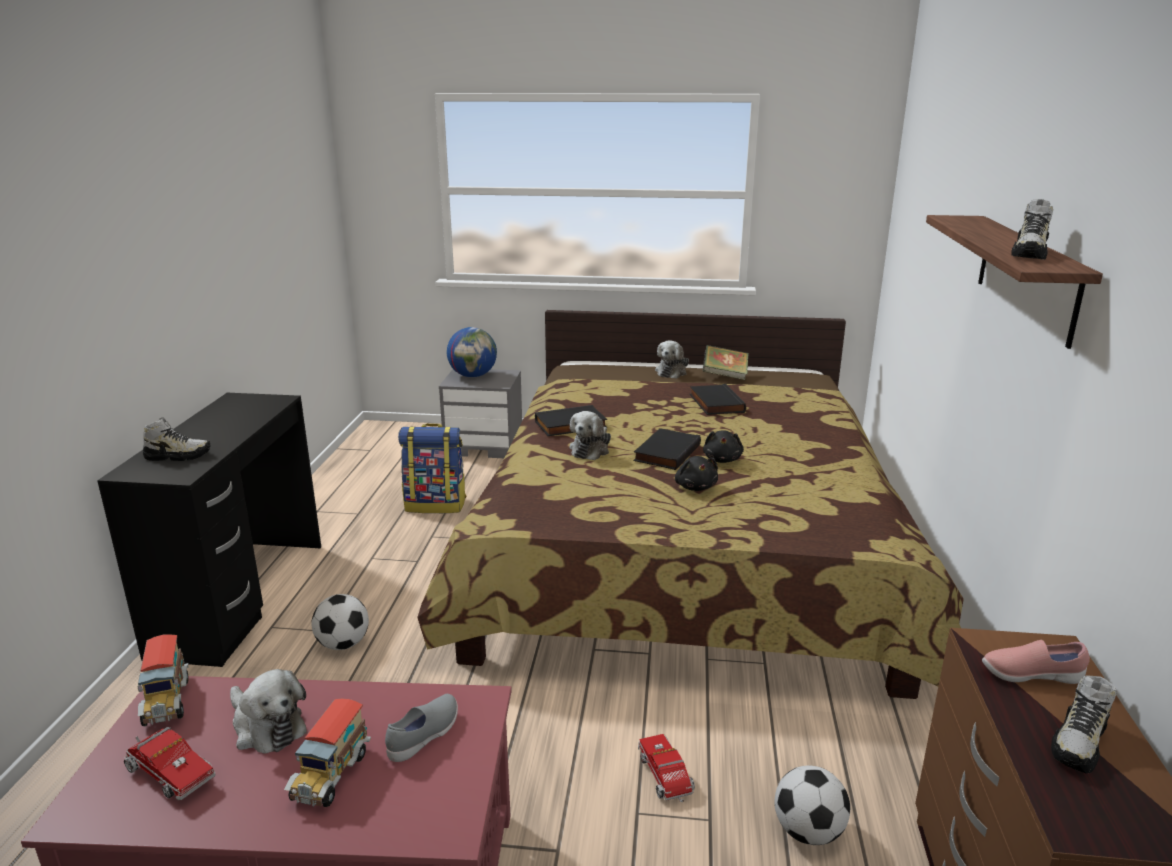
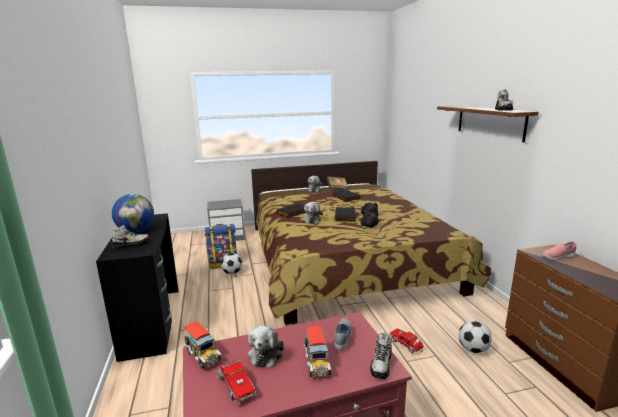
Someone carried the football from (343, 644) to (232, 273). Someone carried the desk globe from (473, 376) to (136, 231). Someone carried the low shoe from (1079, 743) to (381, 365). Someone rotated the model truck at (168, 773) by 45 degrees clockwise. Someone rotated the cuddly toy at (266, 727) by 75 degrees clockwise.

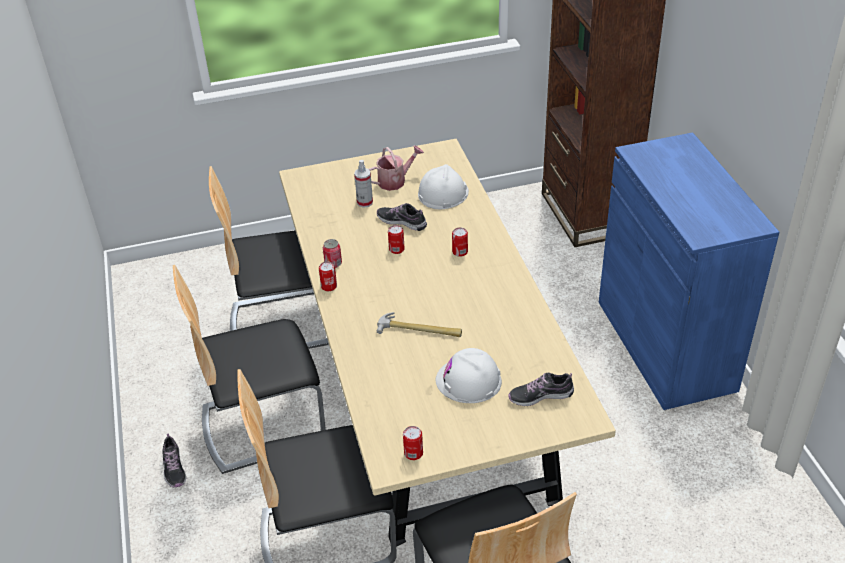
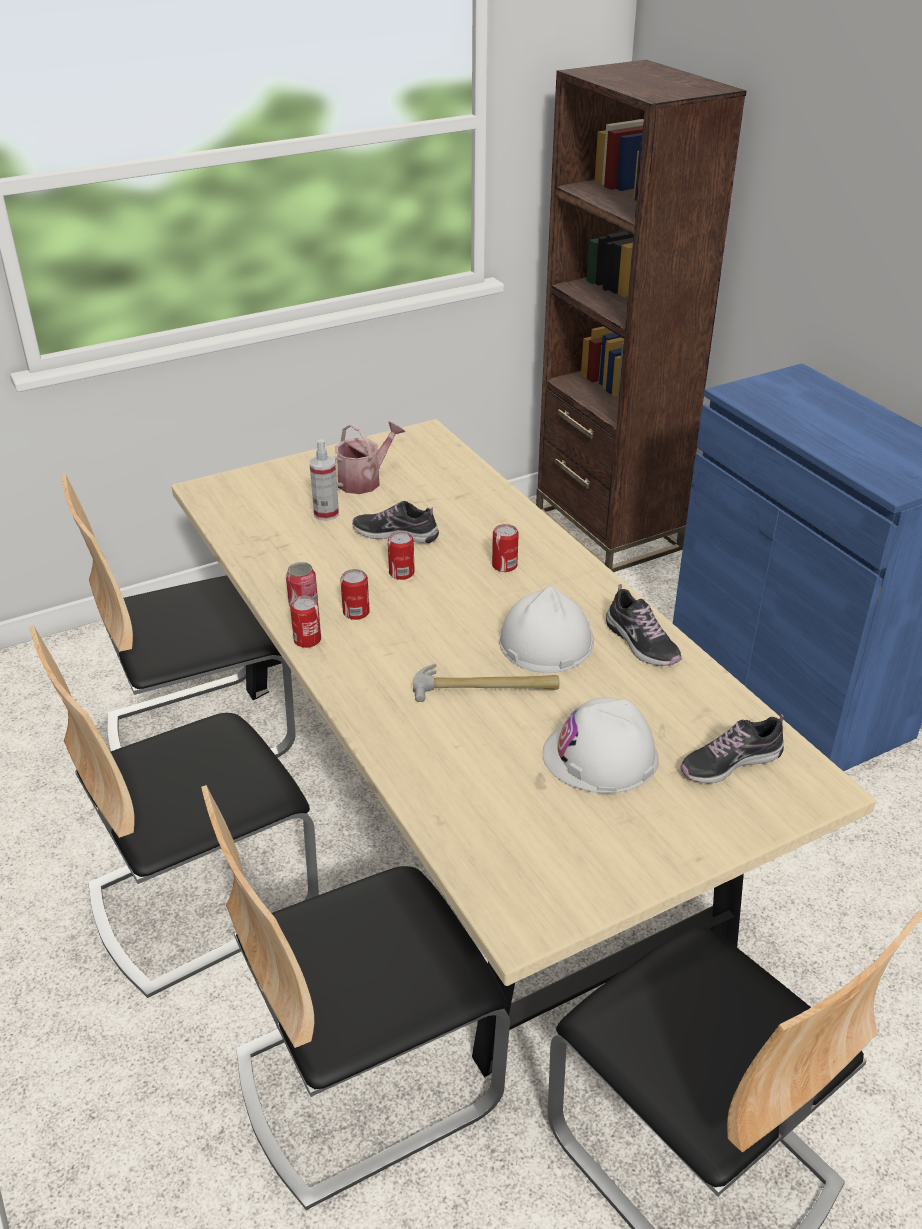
Someone carried the low shoe from (174, 468) to (641, 643). Someone carried the can from (413, 453) to (356, 612). Someone carried the work helmet (whitish) from (443, 193) to (545, 641).

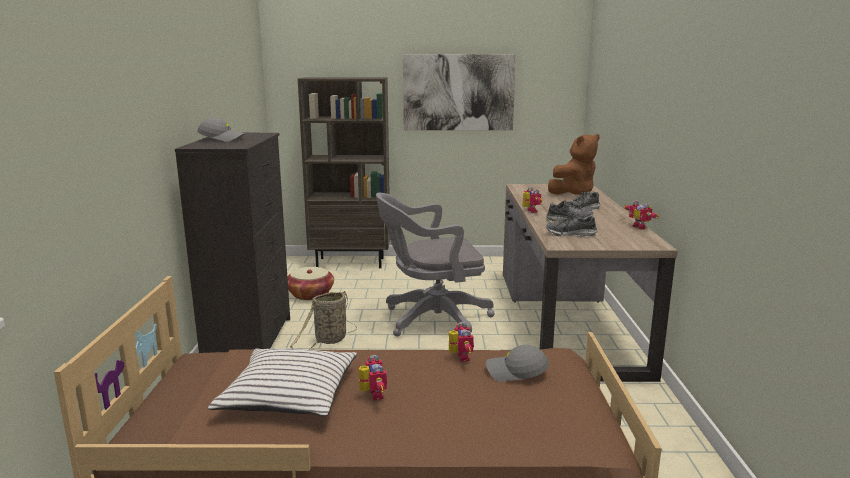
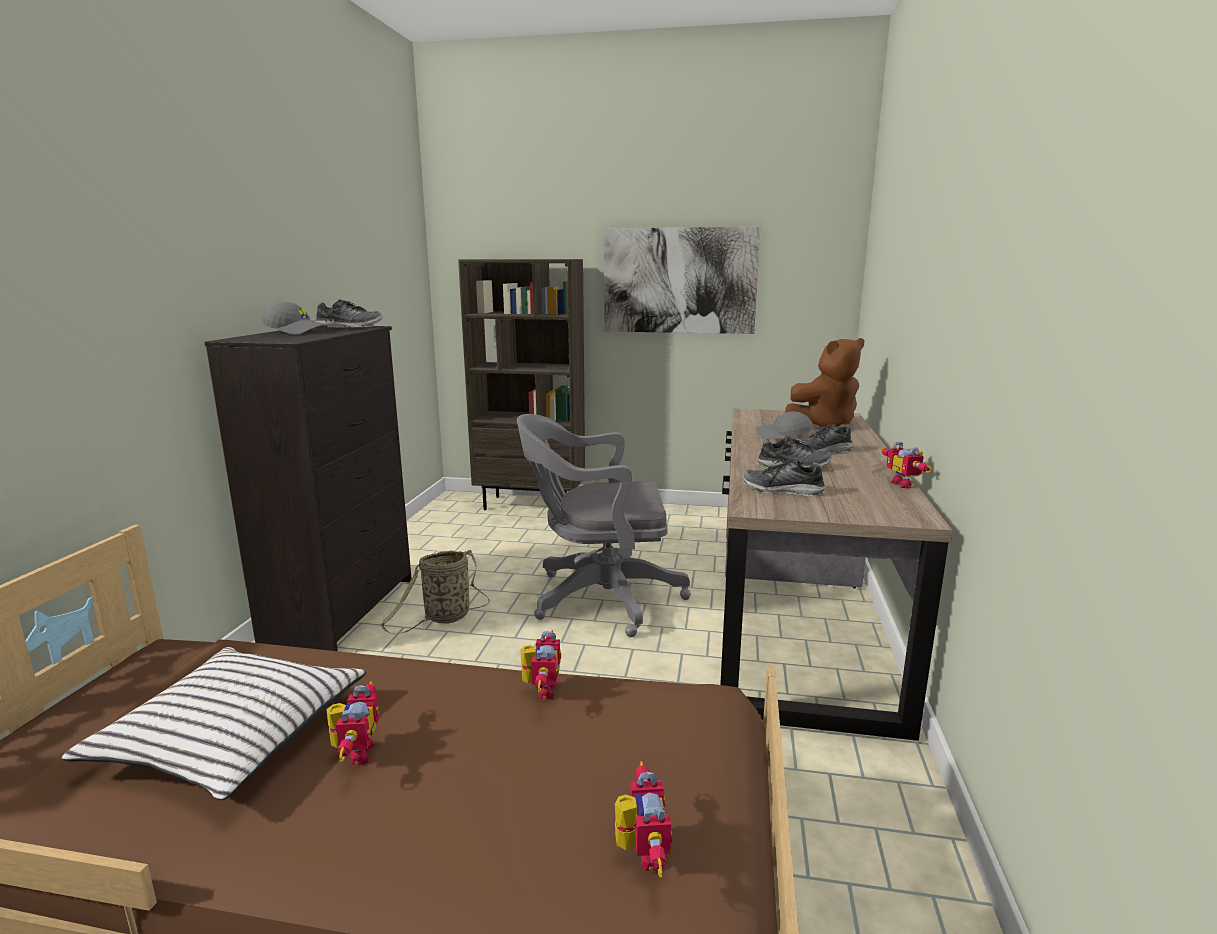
Someone took away the basket at (310, 294). Someone put down the low shoe at (349, 327). Someone carried the baseball cap (gray) from (516, 372) to (783, 436). Someone carried the toy robot from (529, 211) to (640, 854).

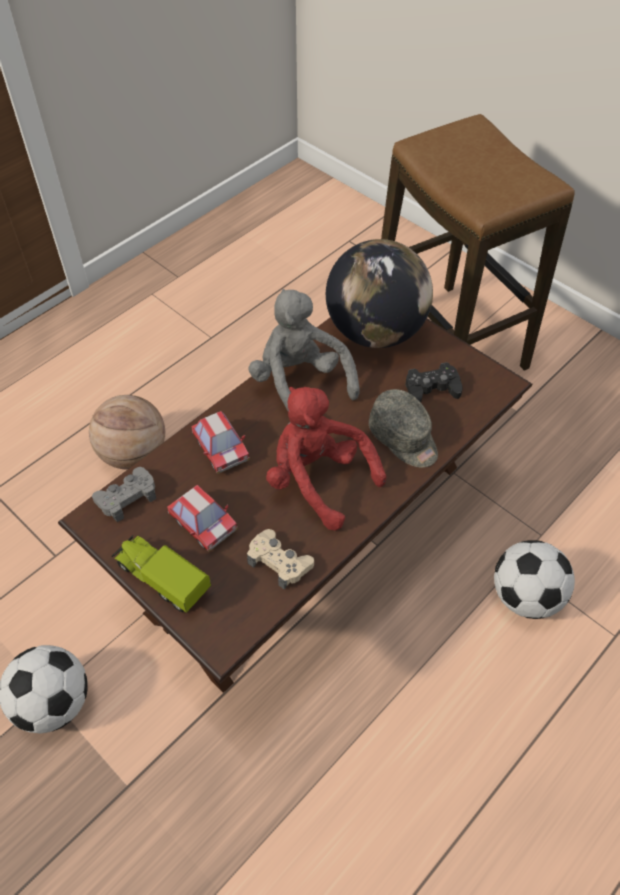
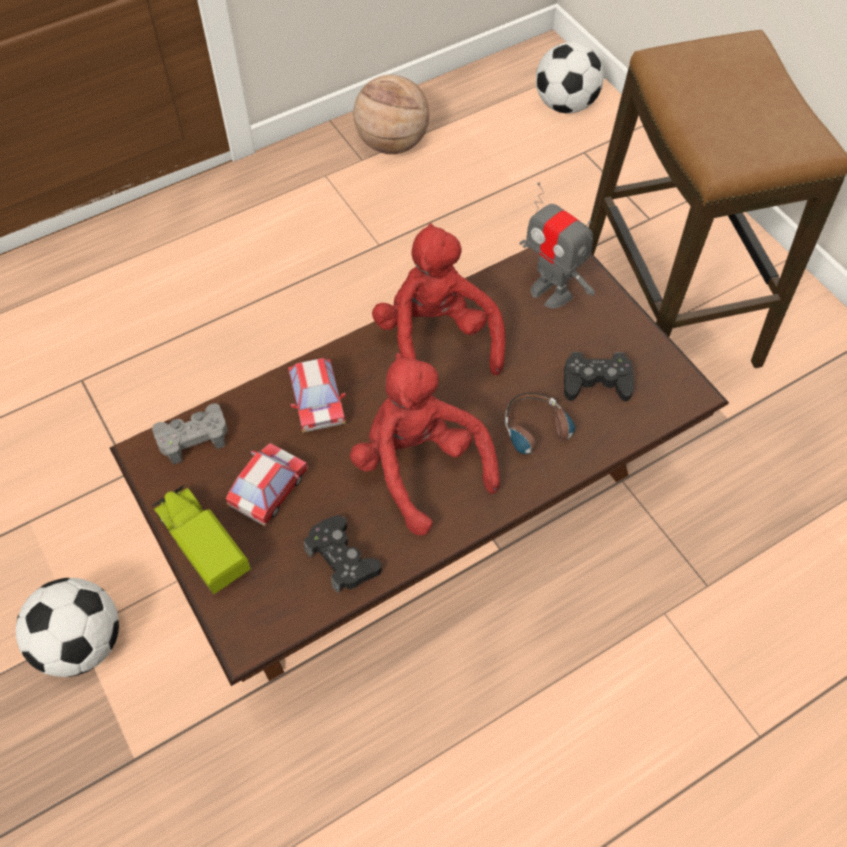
Someone carried the ball for basketball from (134, 454) to (392, 144). Someone carried the football from (525, 597) to (565, 105). Someone swapped the desk globe at (375, 332) for the toy robot at (551, 292). Someone swapped the baseball cap (gray) at (404, 438) for the headset at (540, 438). Someone repainted the joypad (beige-coloured) at (279, 562), which became the joypad (blackish) at (342, 558). Someone repainted the cuddly toy (gray) at (300, 384), which became the cuddly toy (reddish) at (436, 340). Someone rotated the toy car at (203, 524) by 120 degrees counterclockwise.

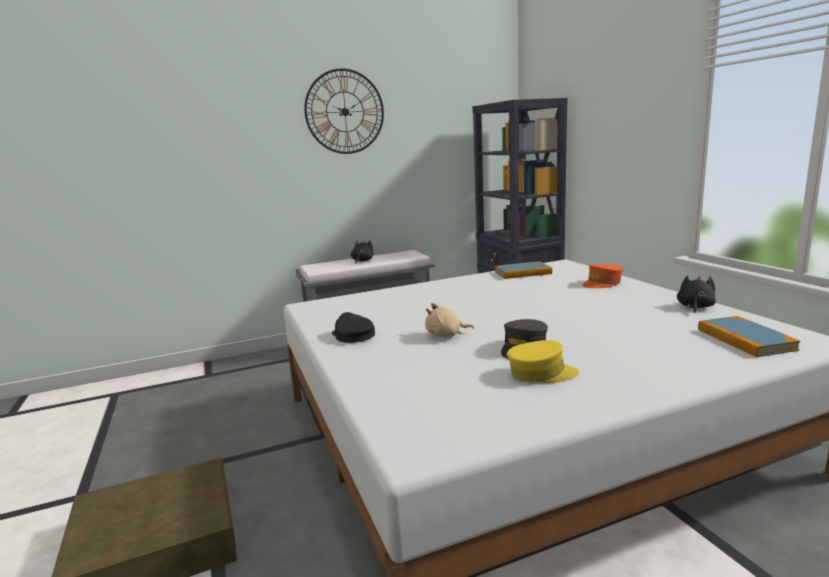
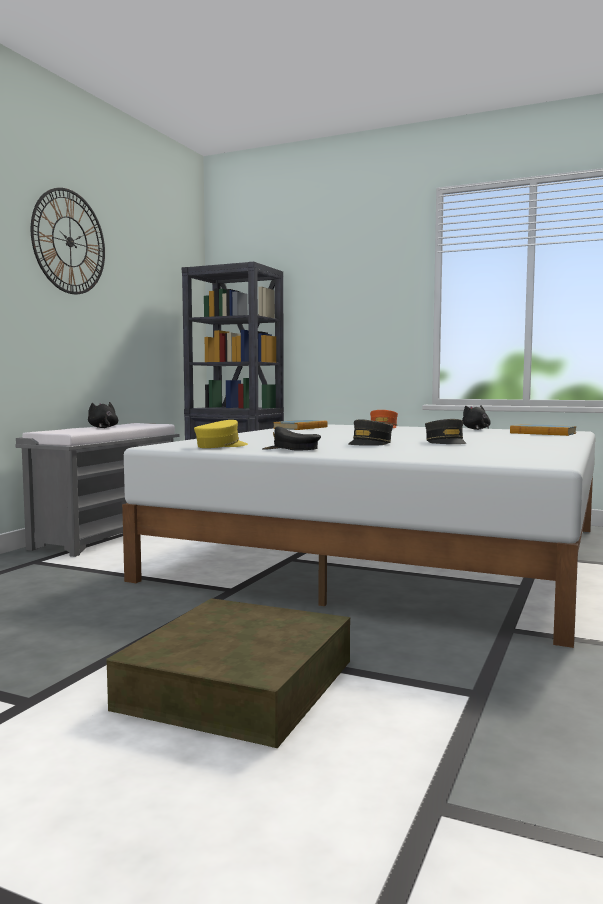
Someone carried the baseball cap (yellow) from (541, 373) to (221, 446). Someone swapped the cuddly toy (beige-coloured) at (446, 335) for the baseball cap (gray) at (370, 444).

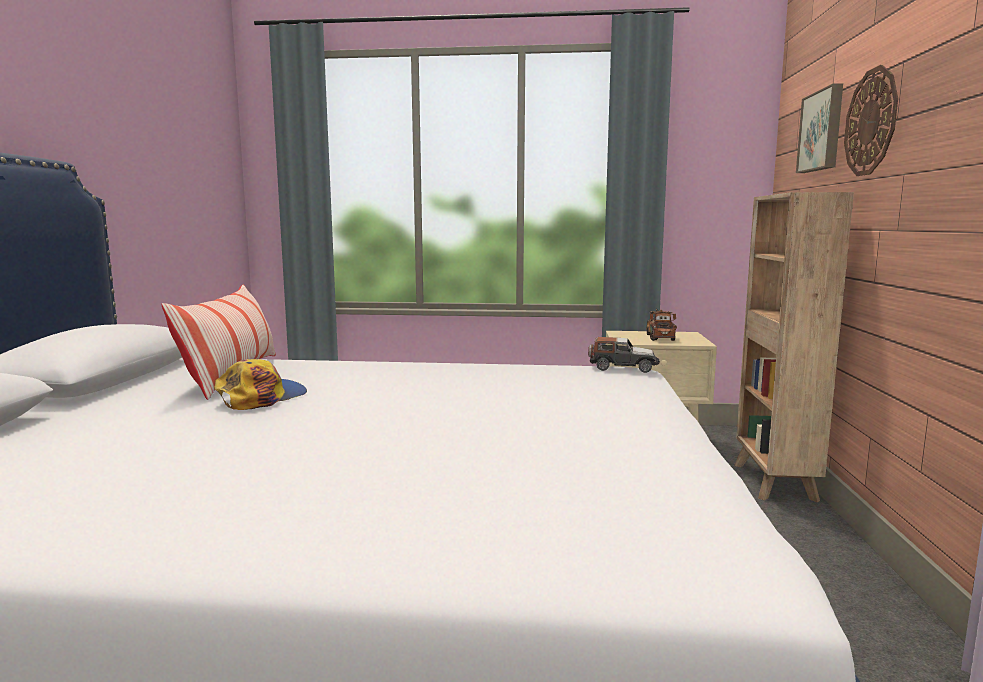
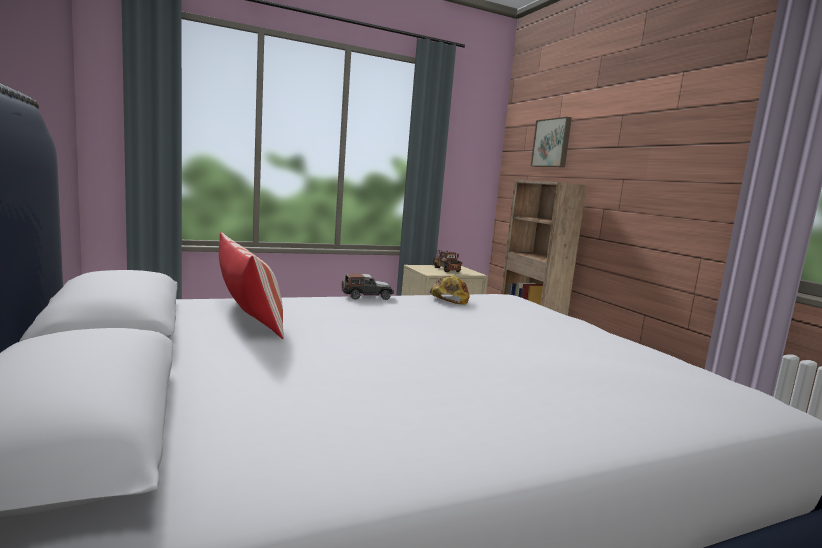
Someone took away the clock on the wall at (871, 122). Someone carried the baseball cap from (261, 397) to (448, 298). Someone carried the toy car from (623, 367) to (367, 296).

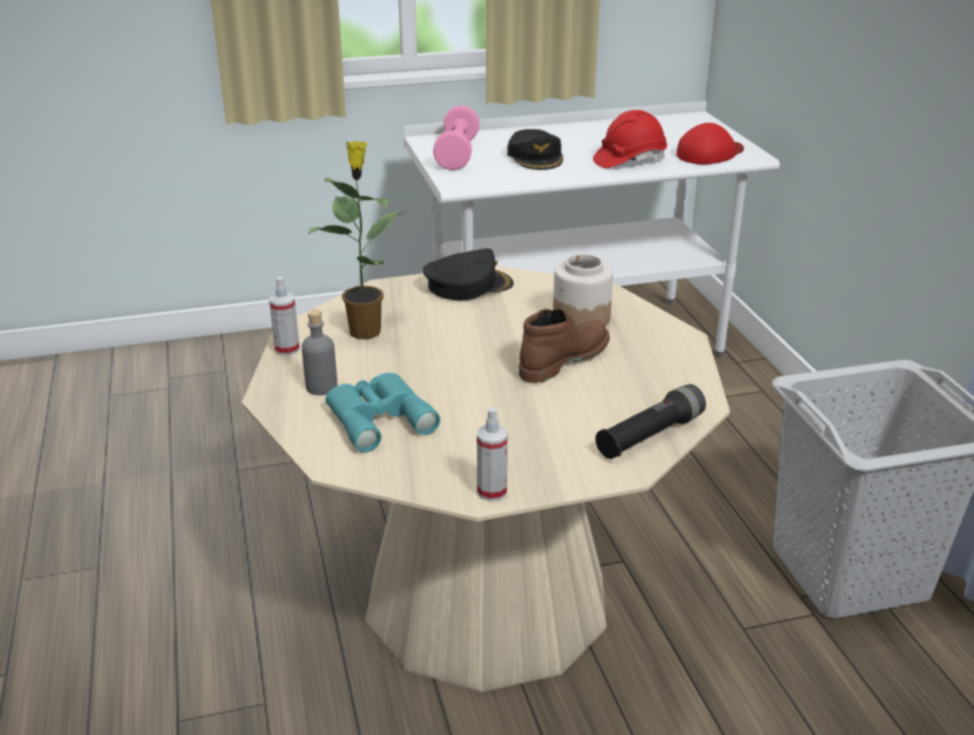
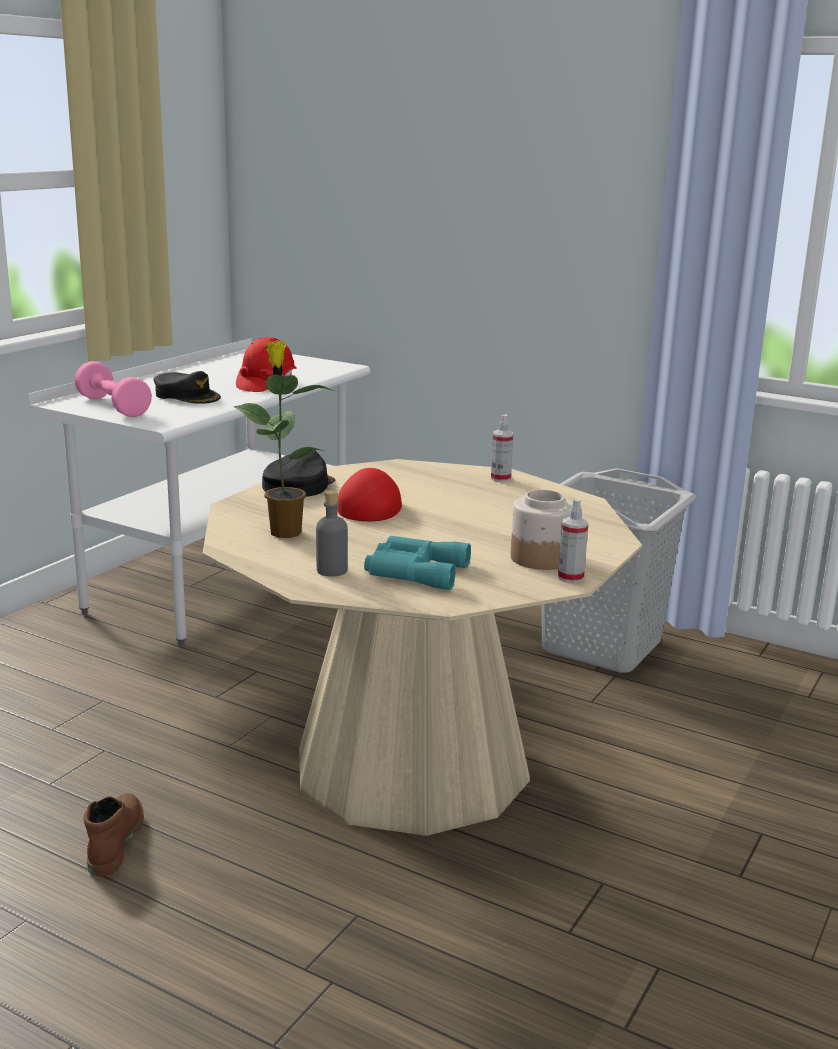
Someone took away the torch (blackish) at (649, 436). Someone carried the hand sprayer from (287, 349) to (500, 478). Someone carried the boot (brownish) from (562, 360) to (113, 842). Someone carried the preserve jar from (580, 318) to (539, 558). Someone carried the baseball cap (reddish) from (710, 154) to (371, 505).

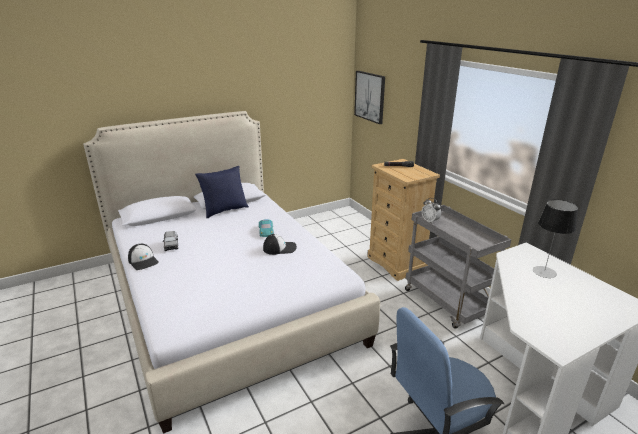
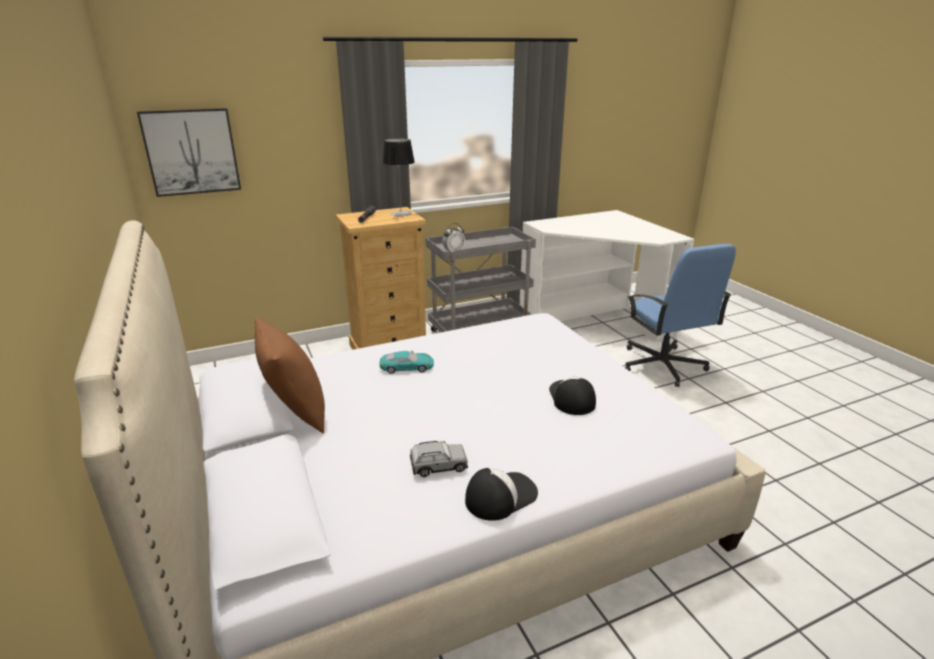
Someone carried the baseball cap from (280, 248) to (571, 398). Someone carried the lamp for a table from (544, 272) to (401, 213). Someone repainted the pillow (blue) at (224, 210), which became the pillow (brownish) at (295, 413).

